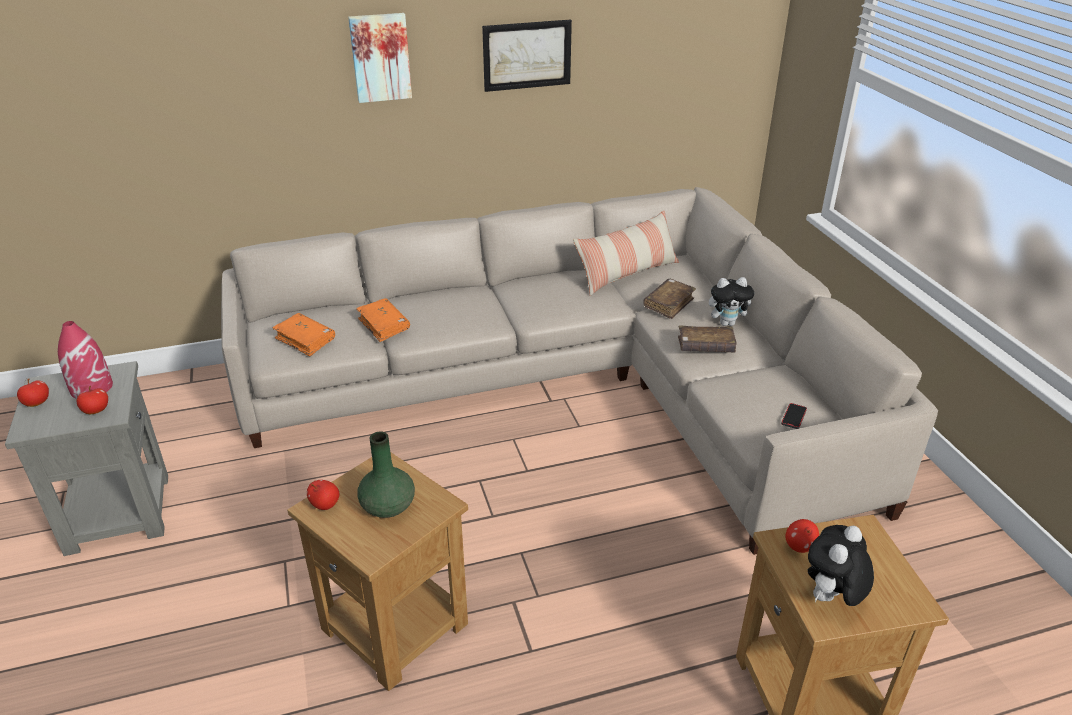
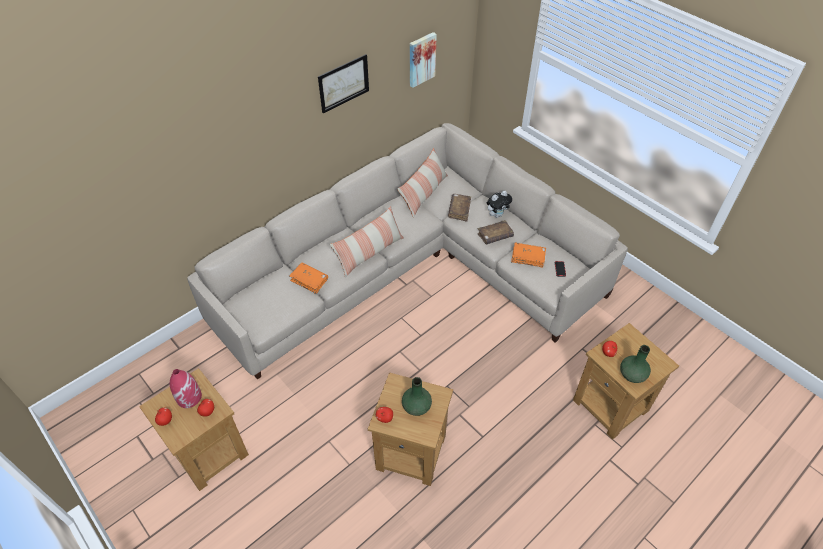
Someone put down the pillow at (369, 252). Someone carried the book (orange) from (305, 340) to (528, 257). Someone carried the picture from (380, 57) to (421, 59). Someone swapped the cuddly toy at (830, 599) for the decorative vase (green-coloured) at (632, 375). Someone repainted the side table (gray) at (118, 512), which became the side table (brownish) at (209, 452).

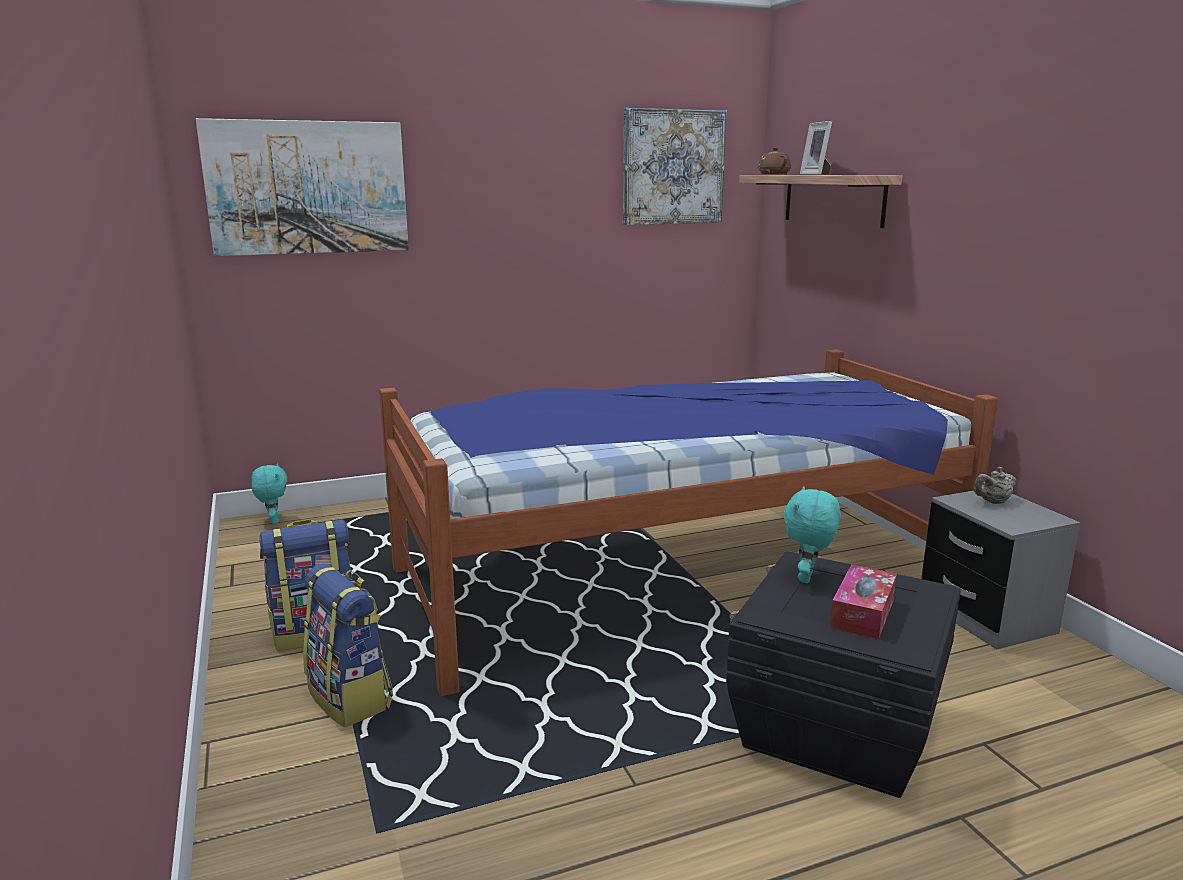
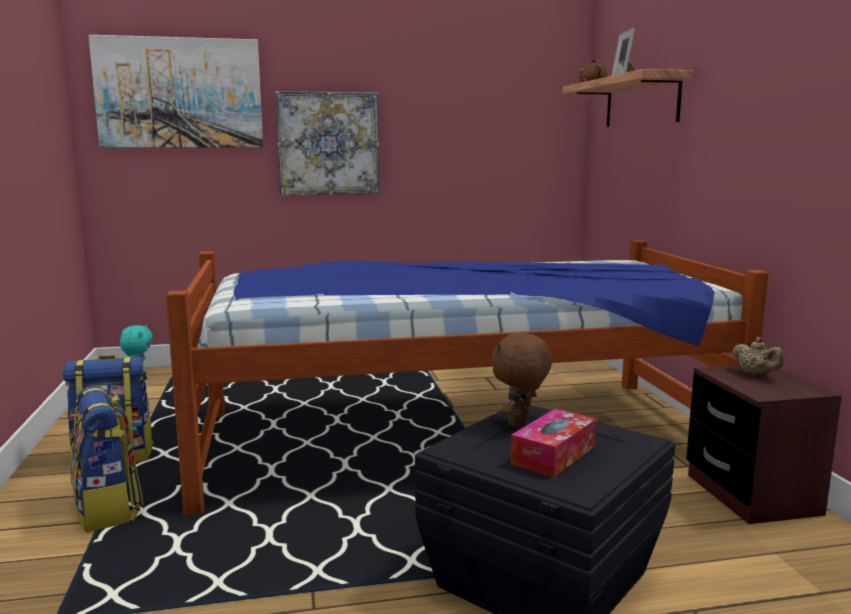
Someone carried the picture from (673, 167) to (328, 143). Someone repainted the cuddly toy (turquoise) at (807, 578), which became the cuddly toy (brownish) at (520, 423). Someone repainted the nightstand (gray) at (986, 617), which became the nightstand (brownish) at (751, 494). Someone rotated the tea pot (beige-coloured) at (993, 502) by 105 degrees counterclockwise.

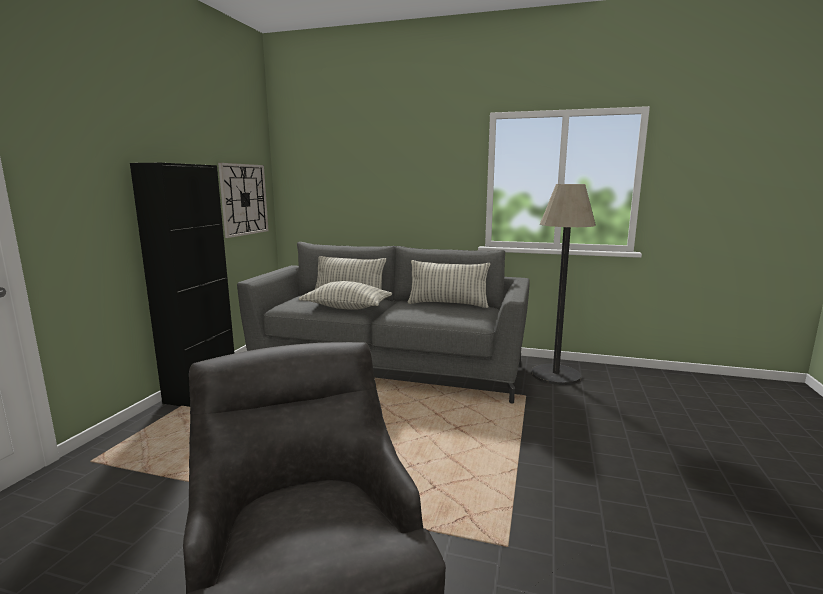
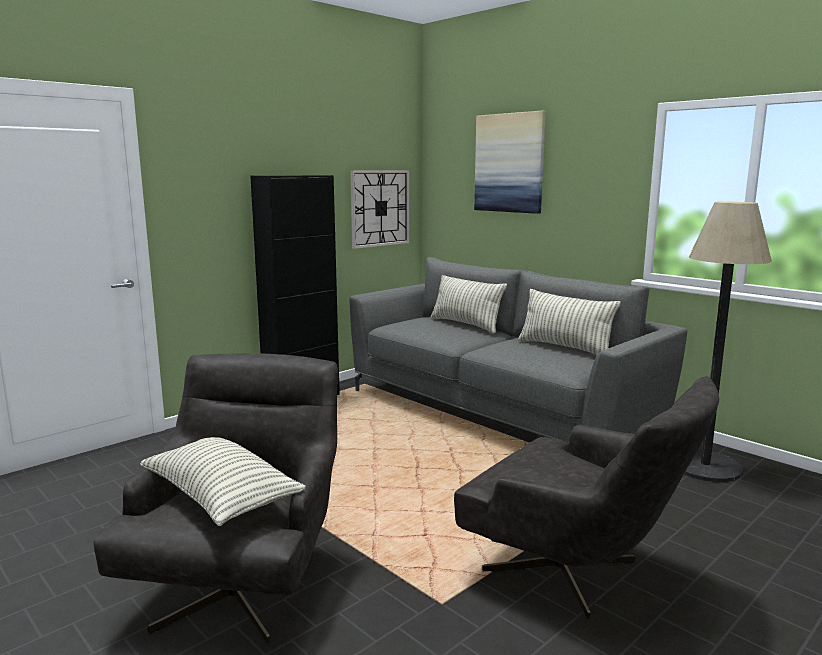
Someone put down the easy chair (gray) at (577, 574). Someone put up the picture at (509, 163). Someone carried the pillow from (347, 308) to (221, 498).

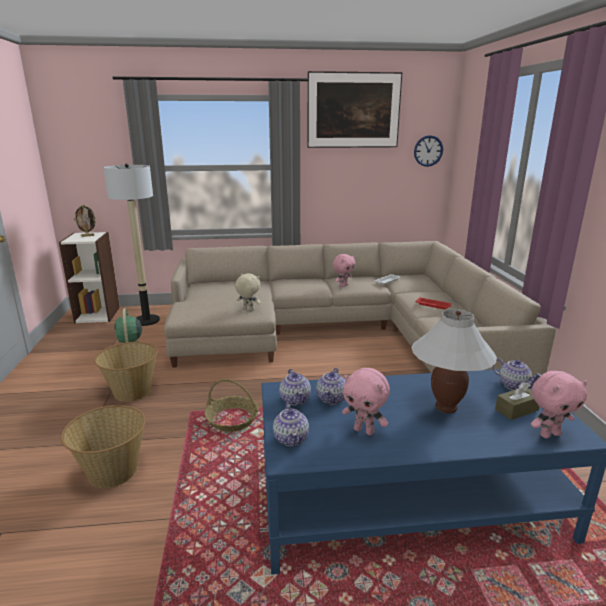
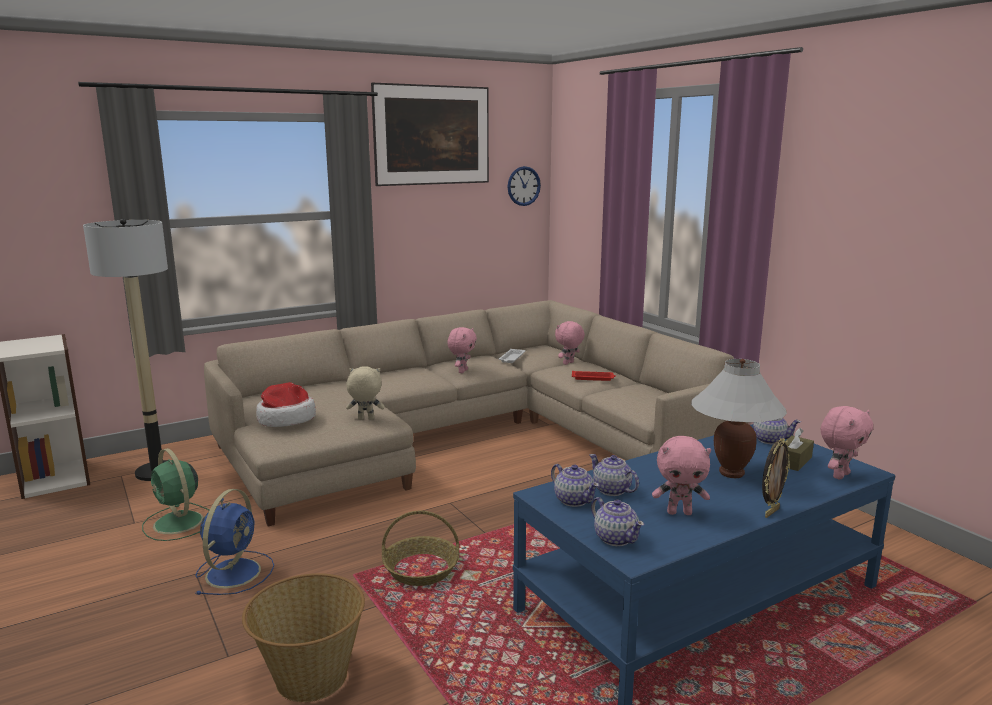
Someone put down the hat at (286, 419). Someone put down the cuddly toy (pink-coloured) at (569, 363). Someone carried the standing frame from (88, 236) to (771, 512). Someone swapped the basket at (131, 391) for the fan (blue) at (234, 572). Someone rotated the tea pot at (332, 398) by 150 degrees clockwise.

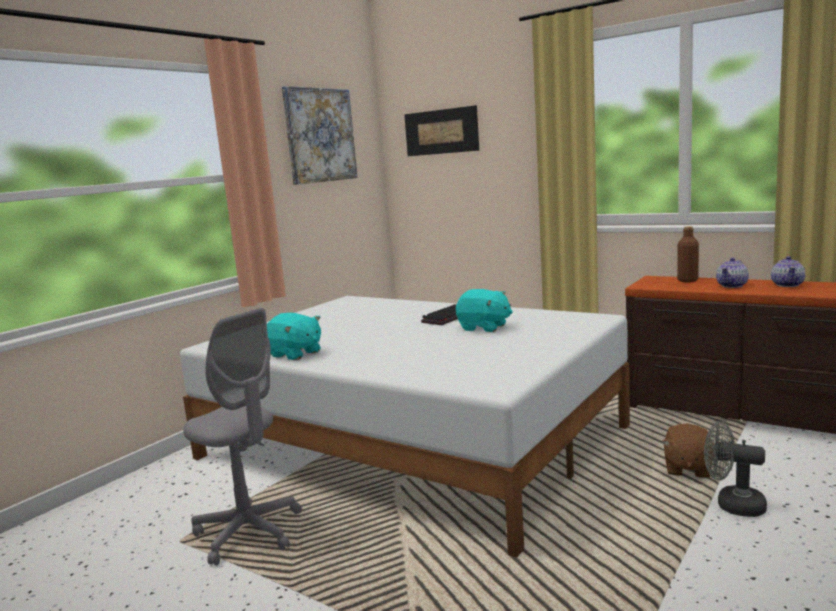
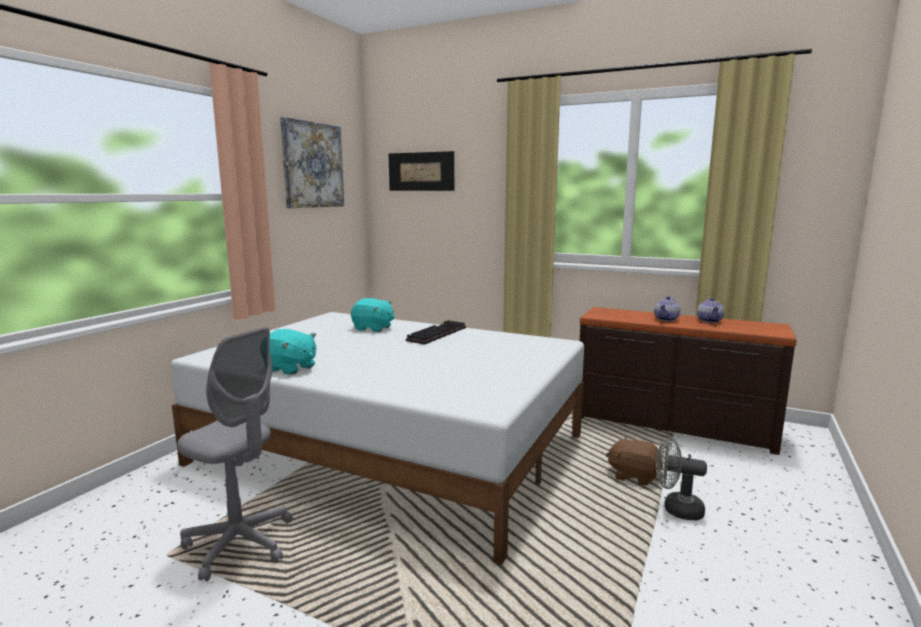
Someone took away the drink bottle (brownish) at (687, 280). Someone carried the cuddly toy (turquoise) from (484, 327) to (373, 328). Someone rotated the cuddly toy (brownish) at (687, 469) by 105 degrees clockwise.

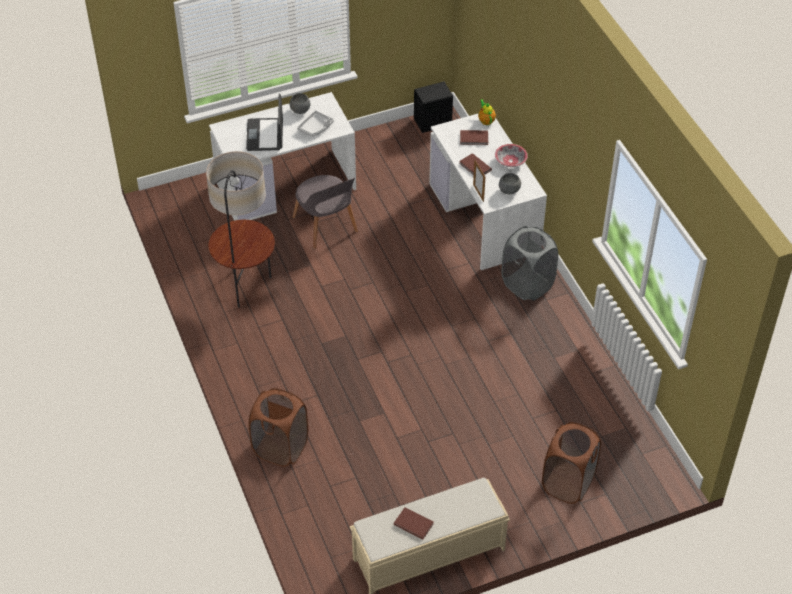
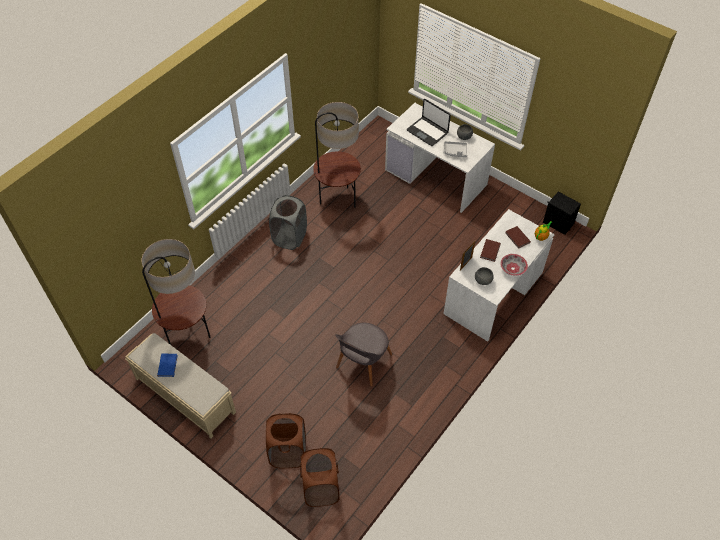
Someone put down the floor lamp at (188, 335). Someone carried the hamper (brownish) from (280, 448) to (321, 488). Someone carried the upright chair (gray) from (326, 227) to (362, 363). Someone carried the hamper (gray) from (527, 284) to (290, 237). Someone repainted the book (brownish) at (413, 523), which became the book (blue) at (168, 365). Someone rotated the portable computer at (265, 135) by 105 degrees counterclockwise.

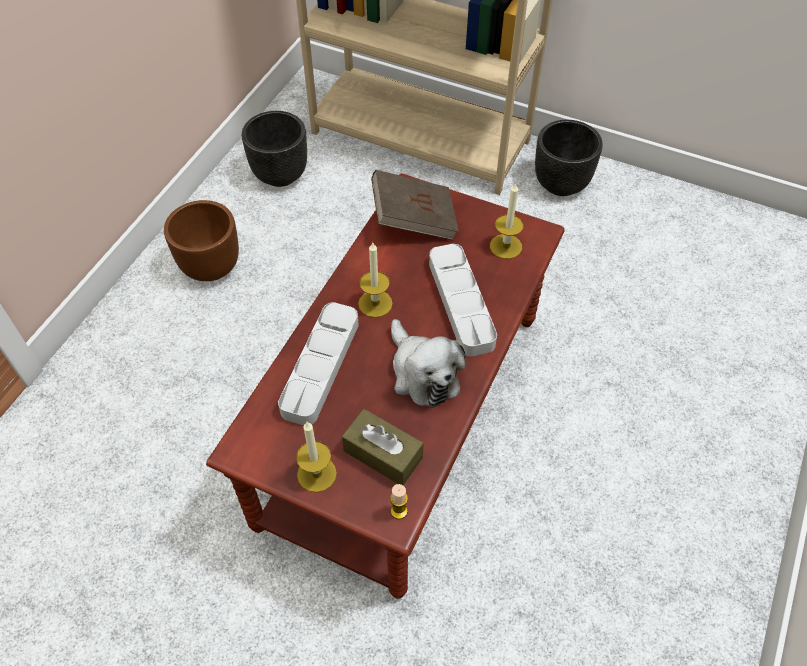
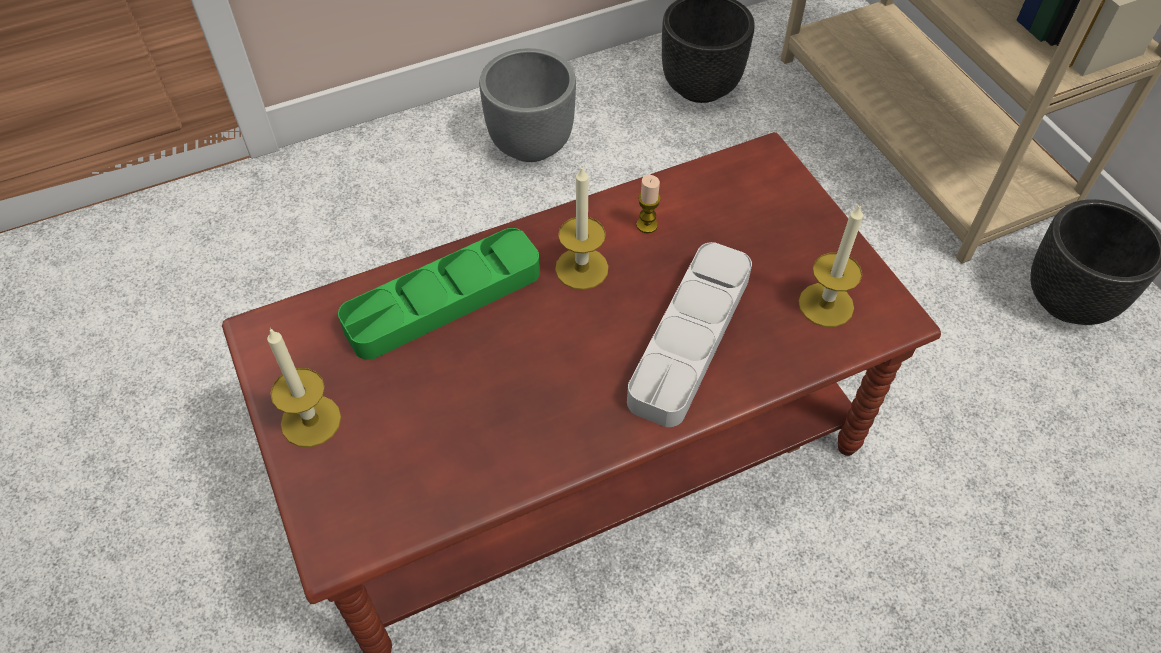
Someone took away the tissue holder (brownish) at (383, 454). Someone took away the book (brownish) at (414, 220). Someone took away the cuddly toy at (422, 373). Someone carried the wax candle from (399, 511) to (647, 225). Someone repainted the flower pot (brownish) at (210, 266), which became the flower pot (gray) at (531, 143). Someone repainted the carrying tray (gray) at (320, 366), which became the carrying tray (green-coloured) at (443, 300).

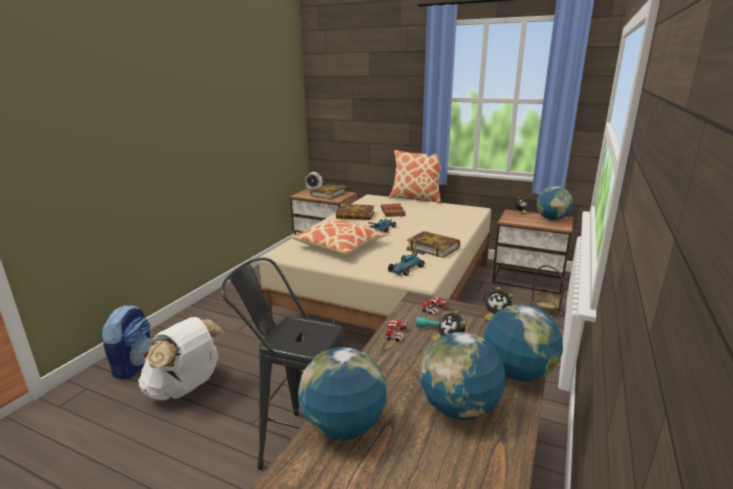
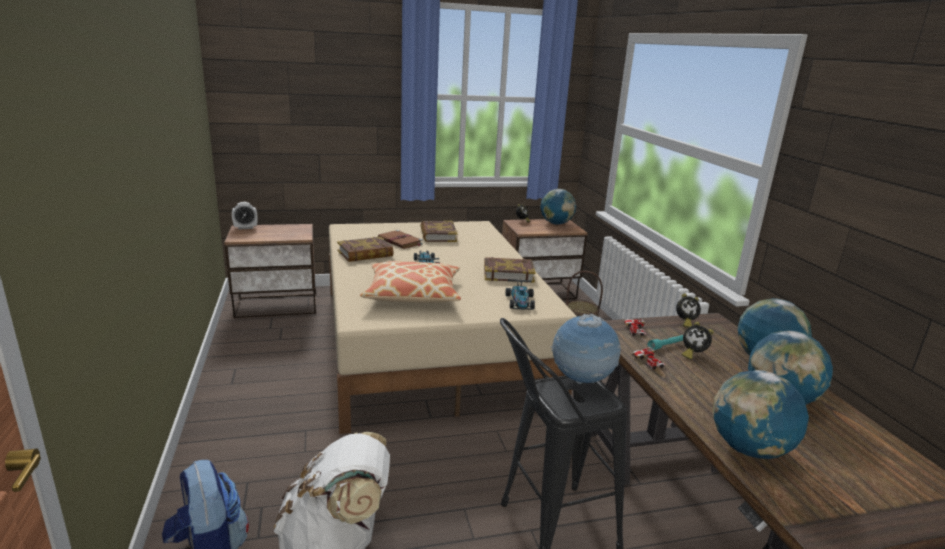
Someone took away the pillow at (416, 198). Someone put down the desk globe at (581, 381). Someone carried the book from (328, 194) to (438, 235).

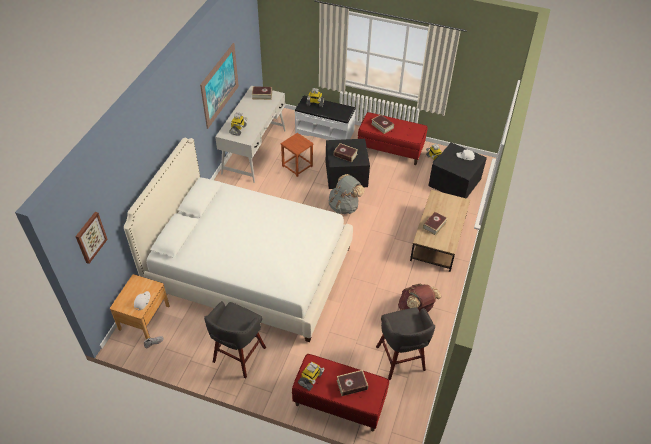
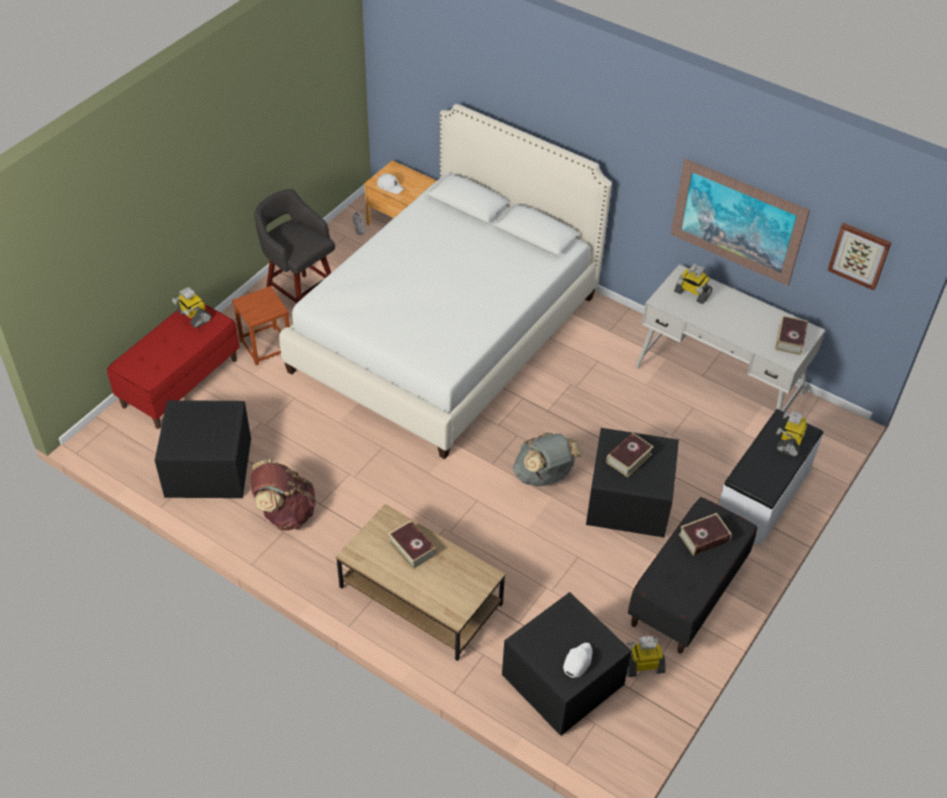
Someone took away the book at (352, 385). Someone carried the picture from (90, 237) to (859, 255). Someone carried the sitting stool (brownish) from (297, 166) to (265, 346). Someone swapped the sitting stool (gray) at (401, 360) for the storage bin (blackish) at (207, 466). Someone repainted the indoor bench (reddish) at (390, 150), which became the indoor bench (blackish) at (687, 593).

